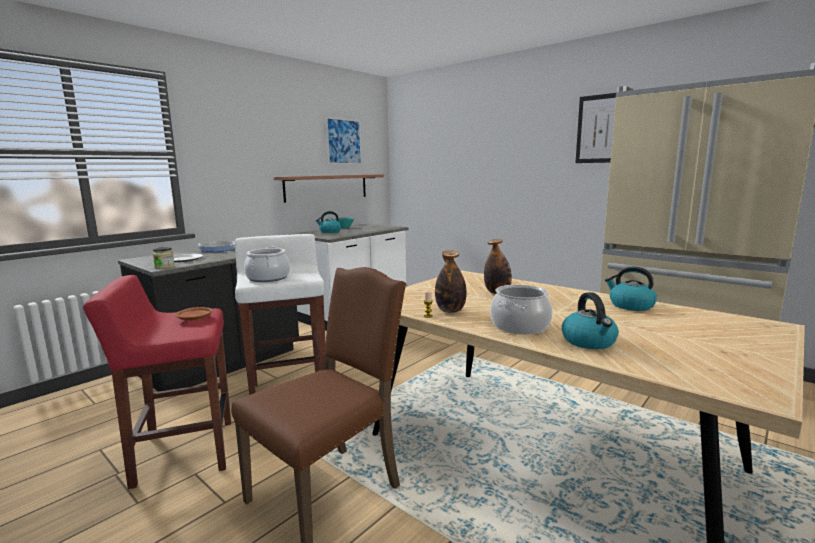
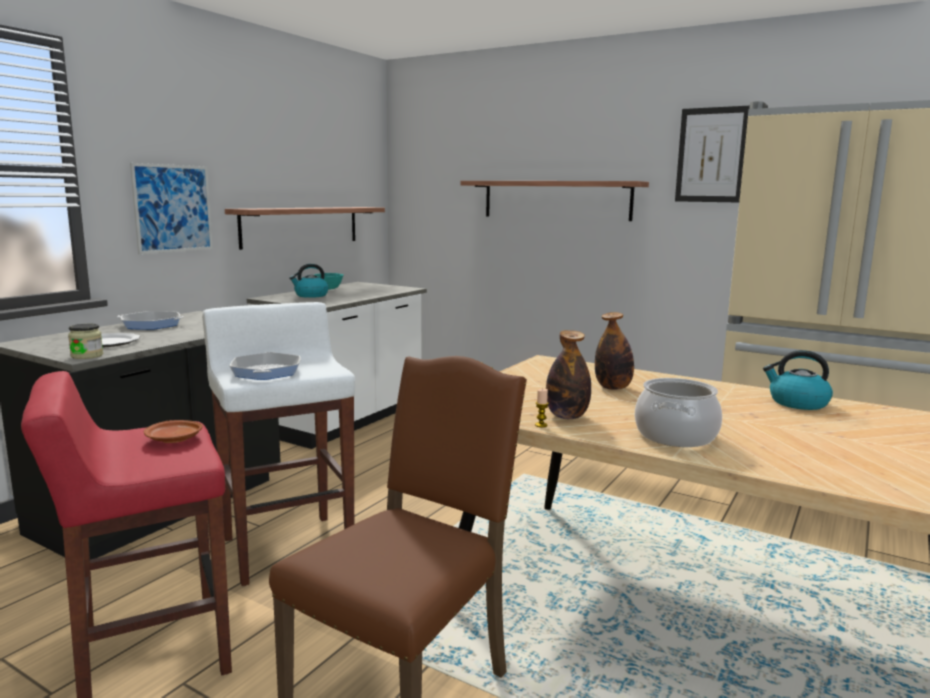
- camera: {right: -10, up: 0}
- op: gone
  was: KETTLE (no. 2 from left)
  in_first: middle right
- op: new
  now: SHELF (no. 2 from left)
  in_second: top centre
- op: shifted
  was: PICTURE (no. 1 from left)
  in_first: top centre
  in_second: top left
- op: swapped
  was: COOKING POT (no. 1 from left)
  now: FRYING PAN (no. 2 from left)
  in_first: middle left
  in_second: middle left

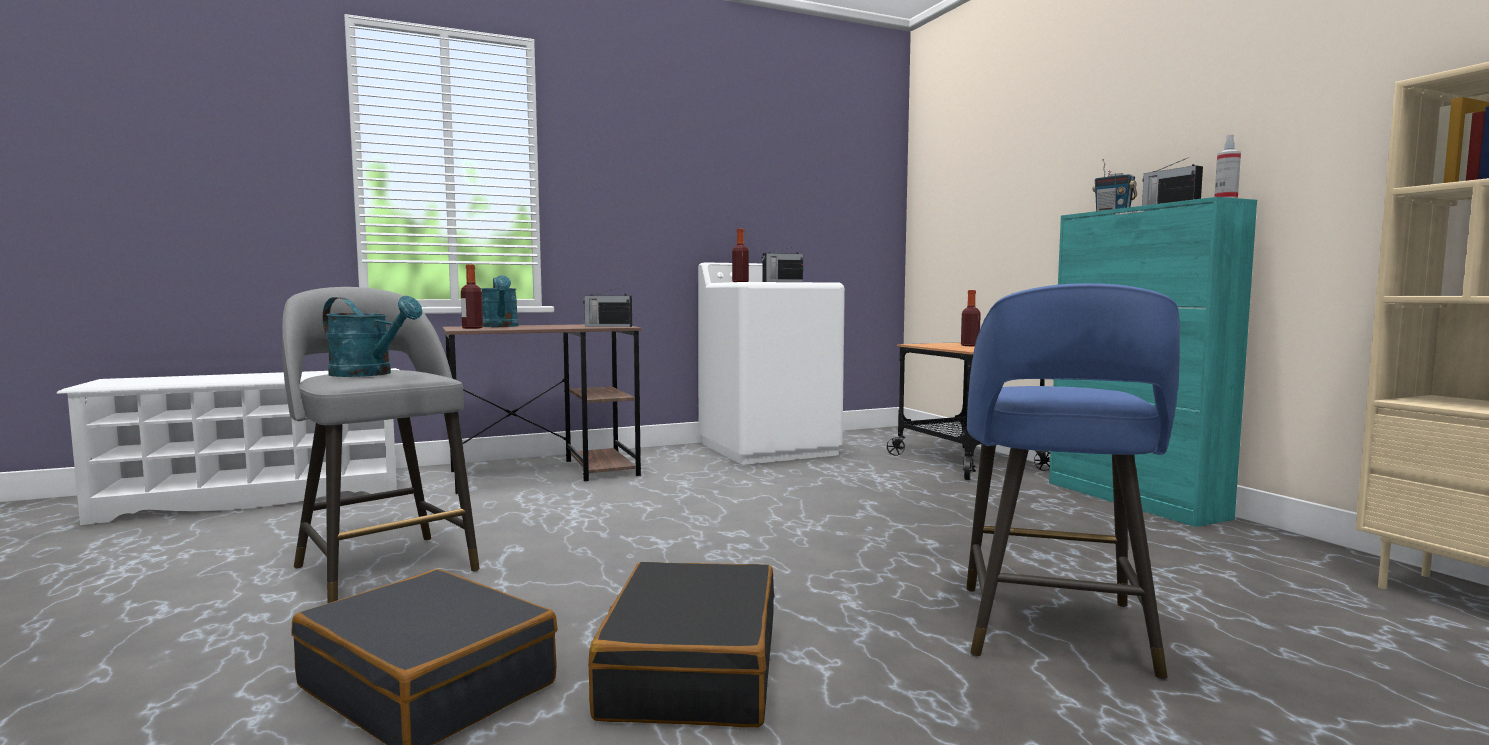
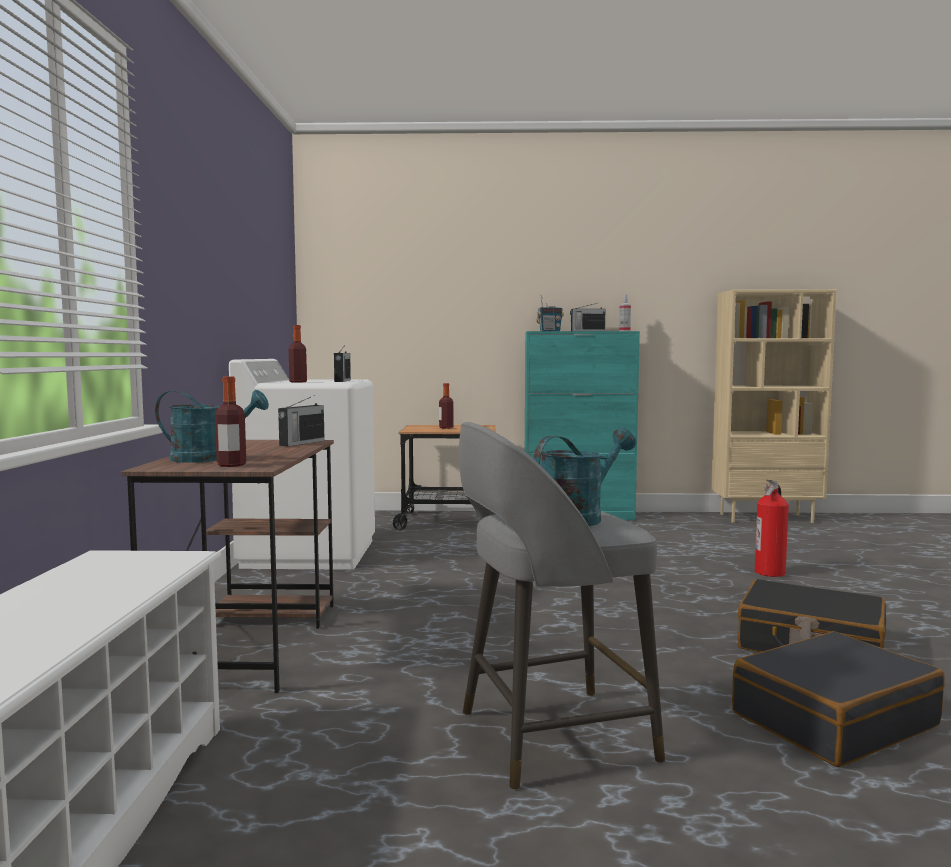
- camera: {right: -65, up: 0}
- op: swapped
  was: BLUE STOOL
  now: FIRE EXTINGUISHER
  in_first: middle right
  in_second: middle right

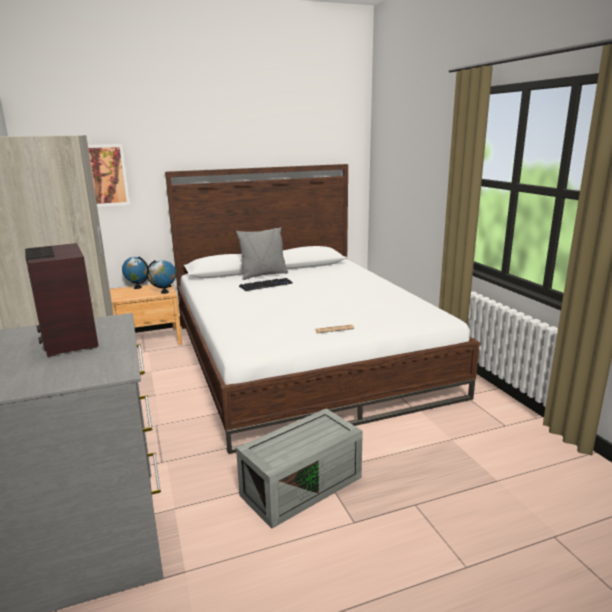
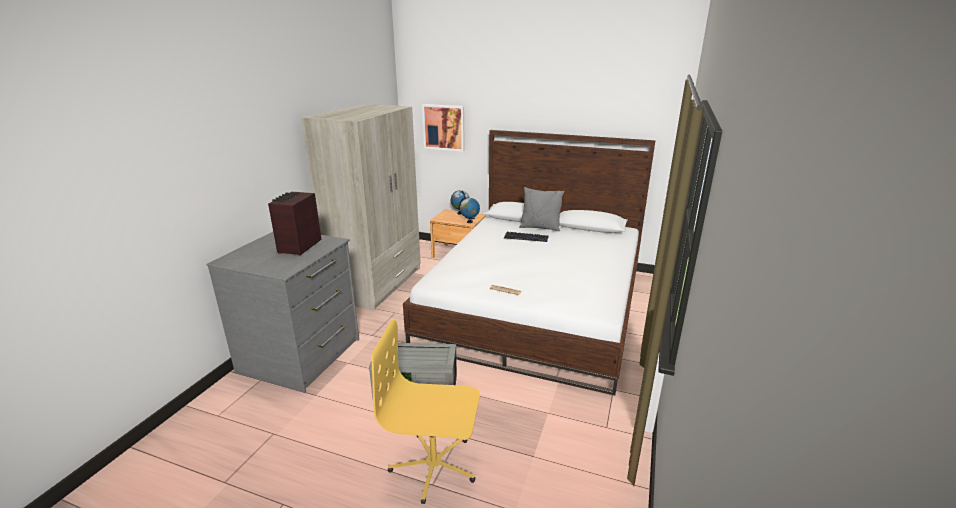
- camera: {right: 40, up: 5}
- op: new
  now: YELLOW OFFICE CHAIR
  in_second: bottom centre

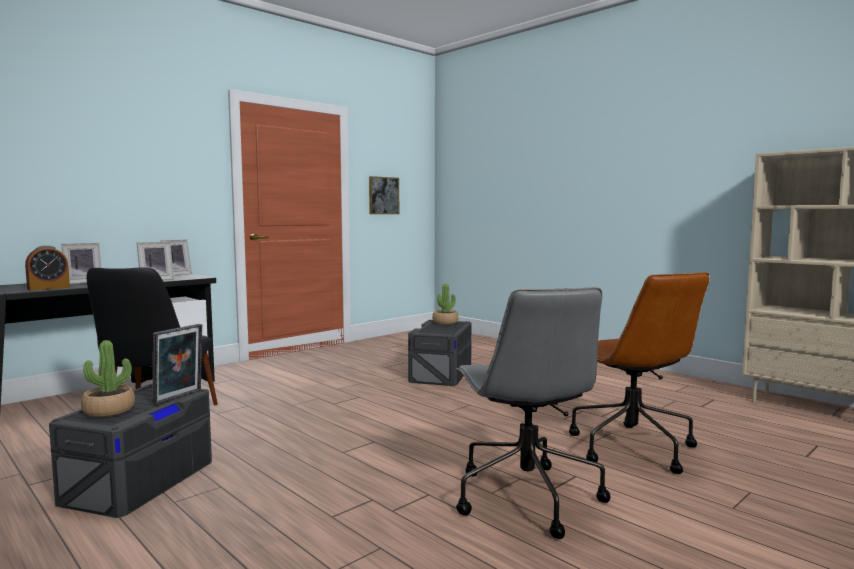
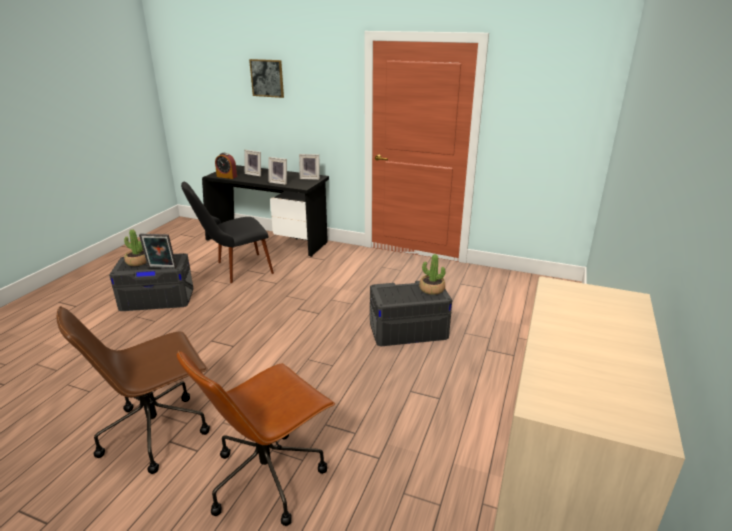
- camera: {right: 65, up: 20}
- op: shifted
  was: PICTURE
  in_first: centre
  in_second: top centre
- op: repainted
  was: GREY OFFICE CHAIR
  now: BROWN OFFICE CHAIR (no. 1 from left)
  in_first: bottom centre
  in_second: bottom left

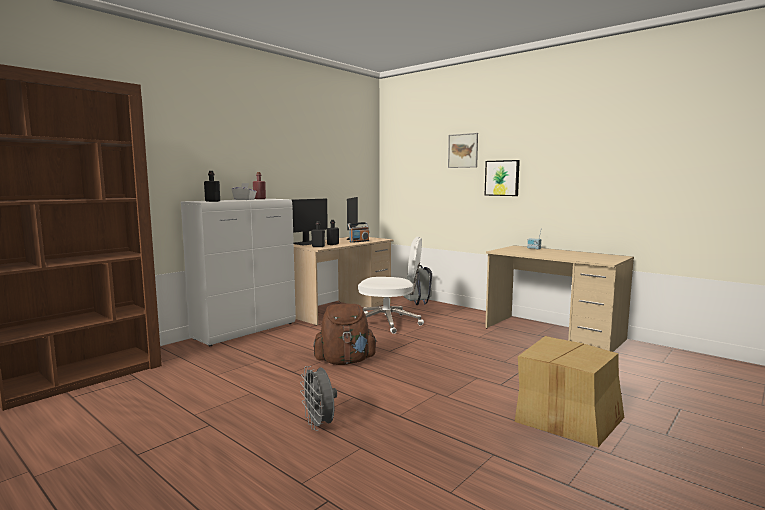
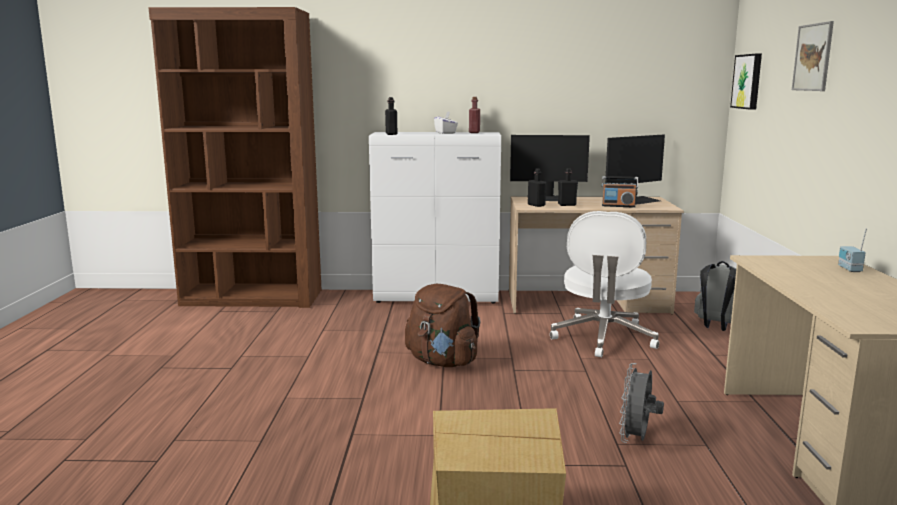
- camera: {right: 50, up: 5}
- op: shifted
  was: GREY FAN
  in_first: bottom centre
  in_second: bottom right
- op: shifted
  was: PICTURE (no. 2 from left in the first image)
  now: PICTURE (no. 1 from left)
  in_first: centre
  in_second: top right
- op: rotated
  was: WHITE OFFICE CHAIR
  in_first: centre
  in_second: middle right
  clockwise: 45

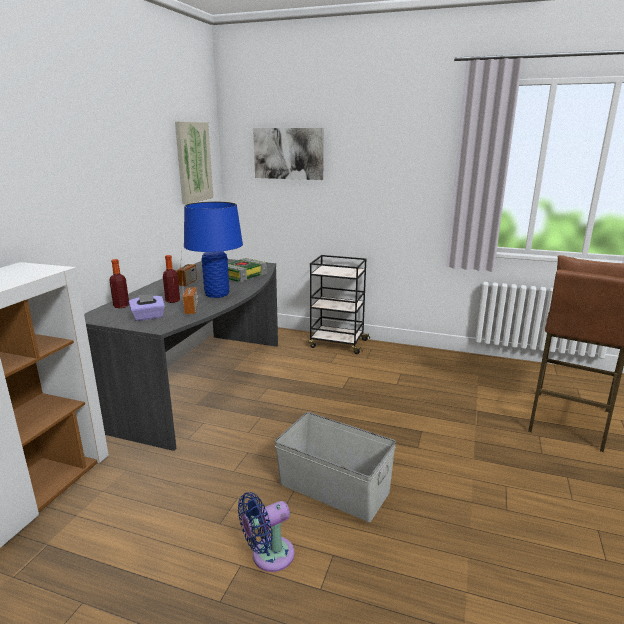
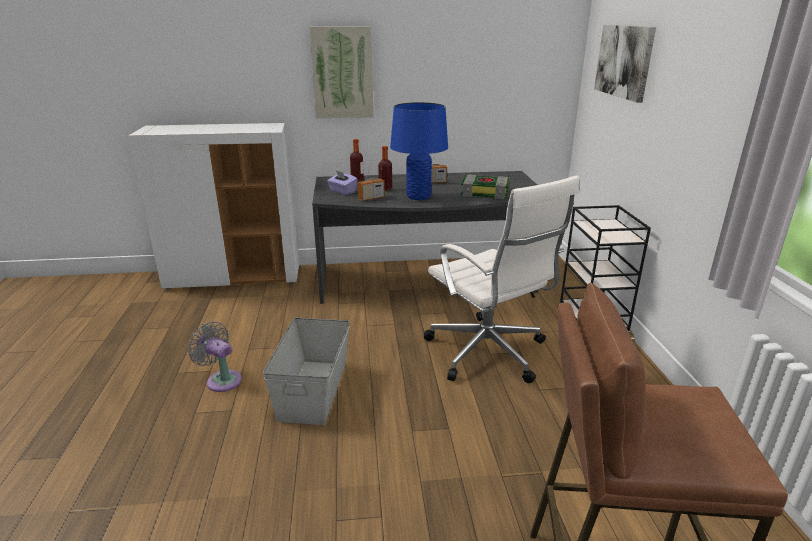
- camera: {right: 65, up: 5}
- op: new
  now: WHITE OFFICE CHAIR
  in_second: centre
- op: shifted
  was: PICTURE (no. 1 from left)
  in_first: top left
  in_second: top centre
- op: repainted
  was: BLUE FAN
  now: GREY FAN
  in_first: bottom centre
  in_second: middle left

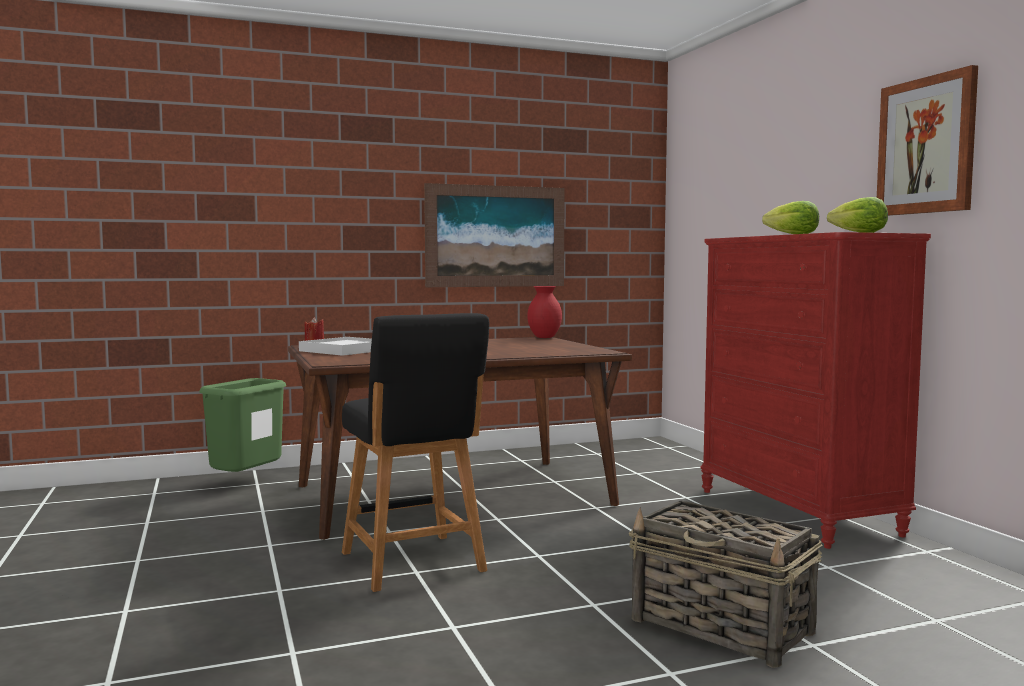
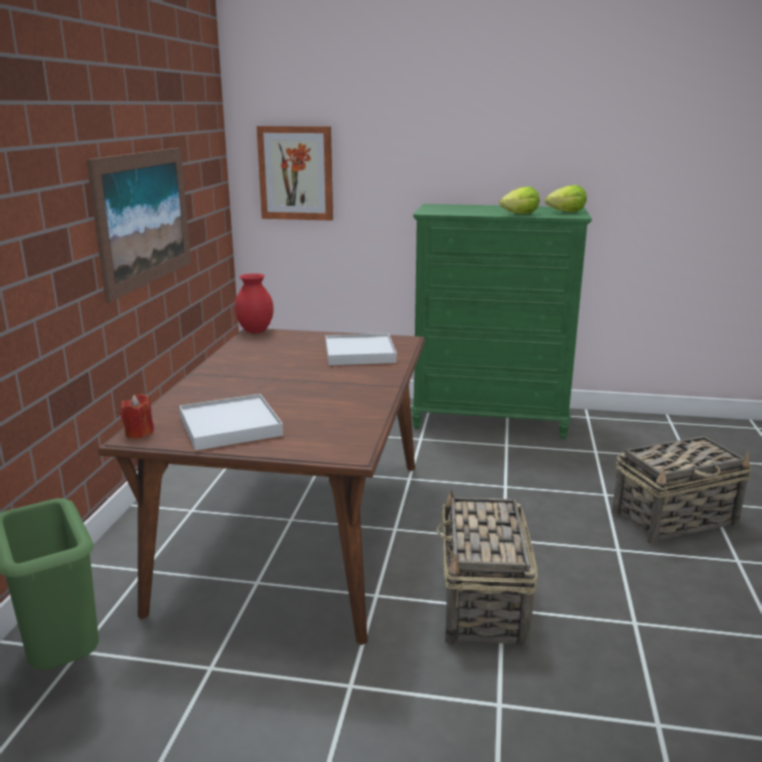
- camera: {right: -60, up: 15}
- op: new
  now: WHITE TRAY (no. 2 from left)
  in_second: centre
- op: shifted
  was: PICTURE (no. 2 from left)
  in_first: top right
  in_second: top centre
- op: swapped
  was: BLACK STOOL
  now: BASKET (no. 1 from left)
  in_first: centre
  in_second: bottom centre
- op: repainted
  was: RED DRESSER
  now: GREEN DRESSER
  in_first: middle right
  in_second: centre

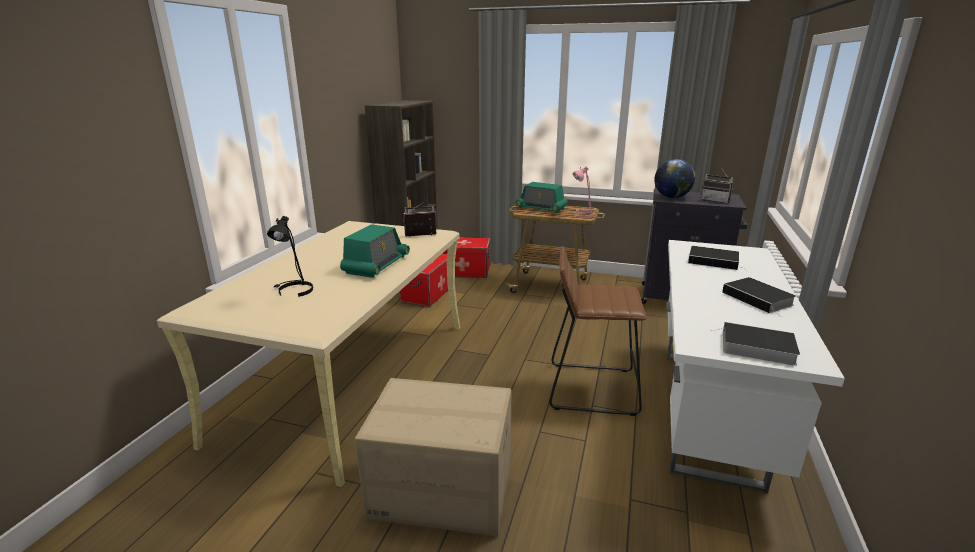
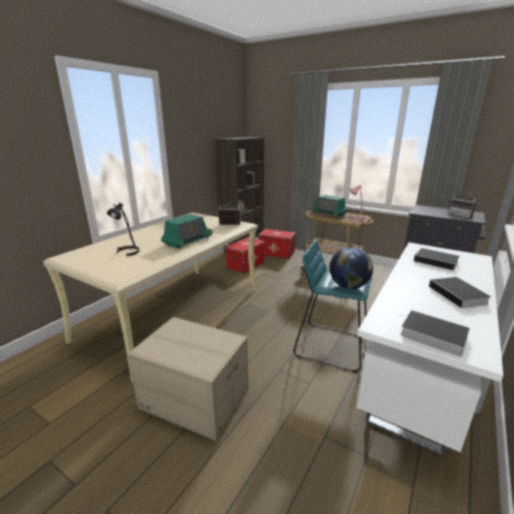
- camera: {right: 15, up: 0}
- op: shifted
  was: GLOBE
  in_first: top right
  in_second: middle right
- op: repainted
  was: BROWN STOOL
  now: TURQUOISE STOOL
  in_first: centre
  in_second: centre

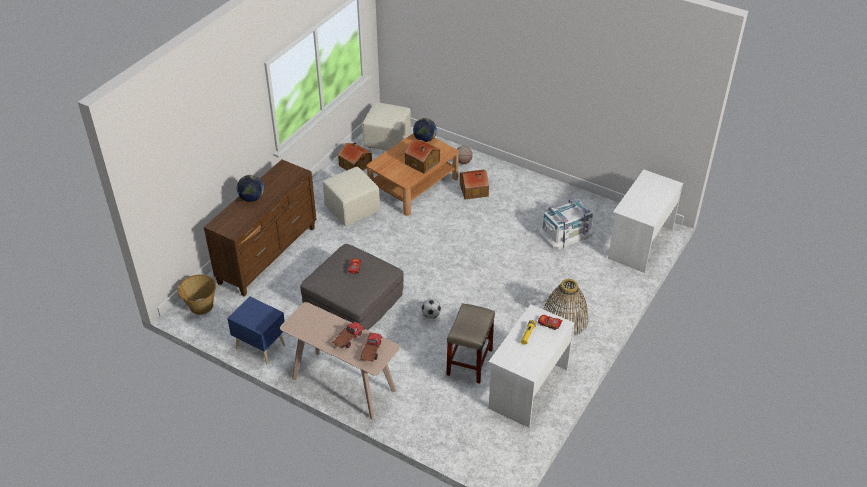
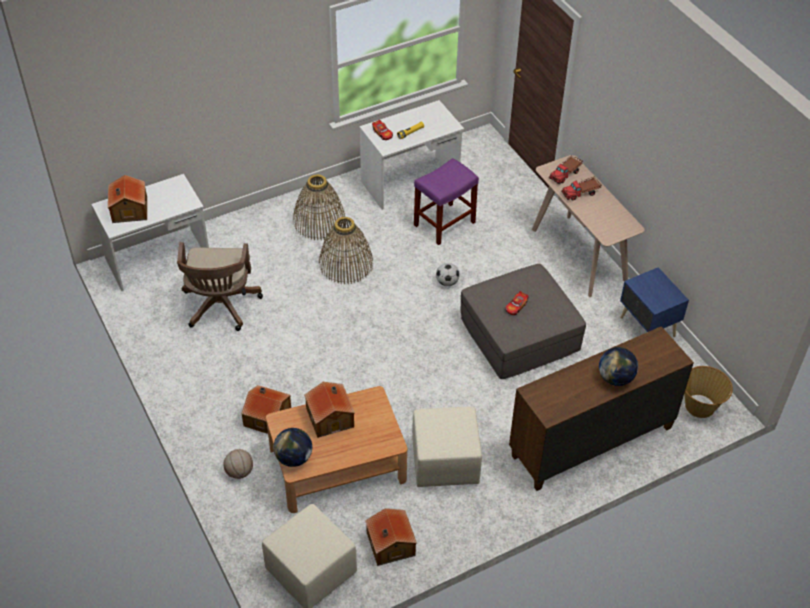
- camera: {right: -150, up: 5}
- op: new
  now: TOY HOUSE (no. 1 from left)
  in_second: top left
- op: new
  now: BASKET (no. 2 from left)
  in_second: centre
- op: swapped
  was: WHITE STORAGE BOX
  now: BROWN OFFICE CHAIR
  in_first: centre
  in_second: middle left
- op: repainted
  was: BEIGE STOOL
  now: PURPLE STOOL
  in_first: bottom centre
  in_second: top centre

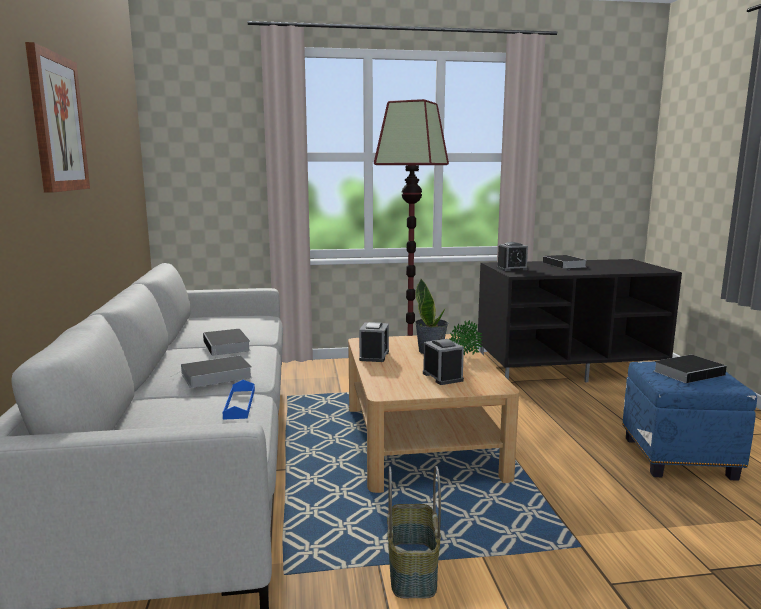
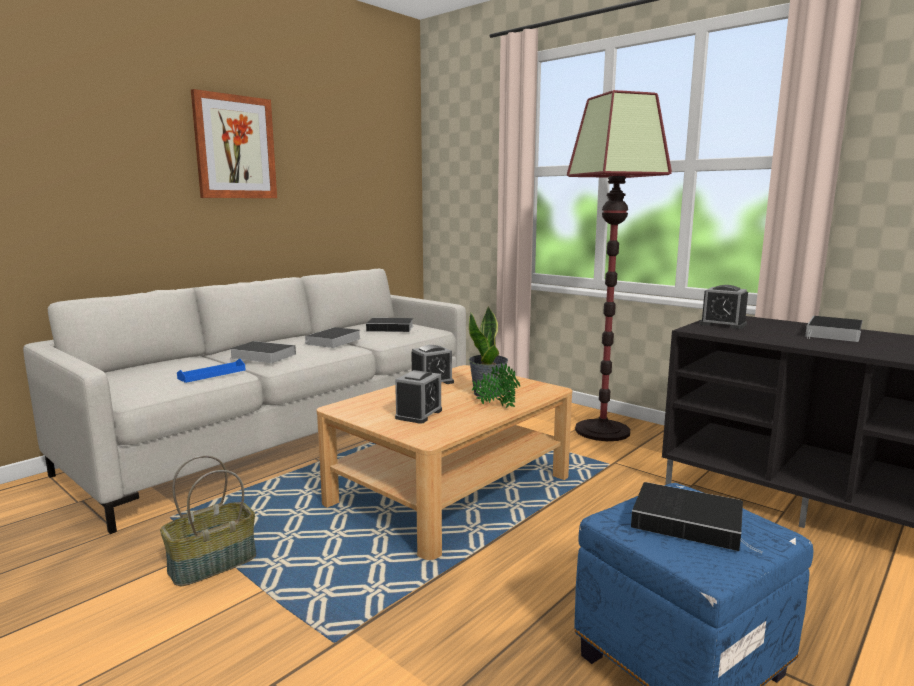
- camera: {right: 50, up: 0}
- op: new
  now: BOOK (no. 3 from left)
  in_second: centre

